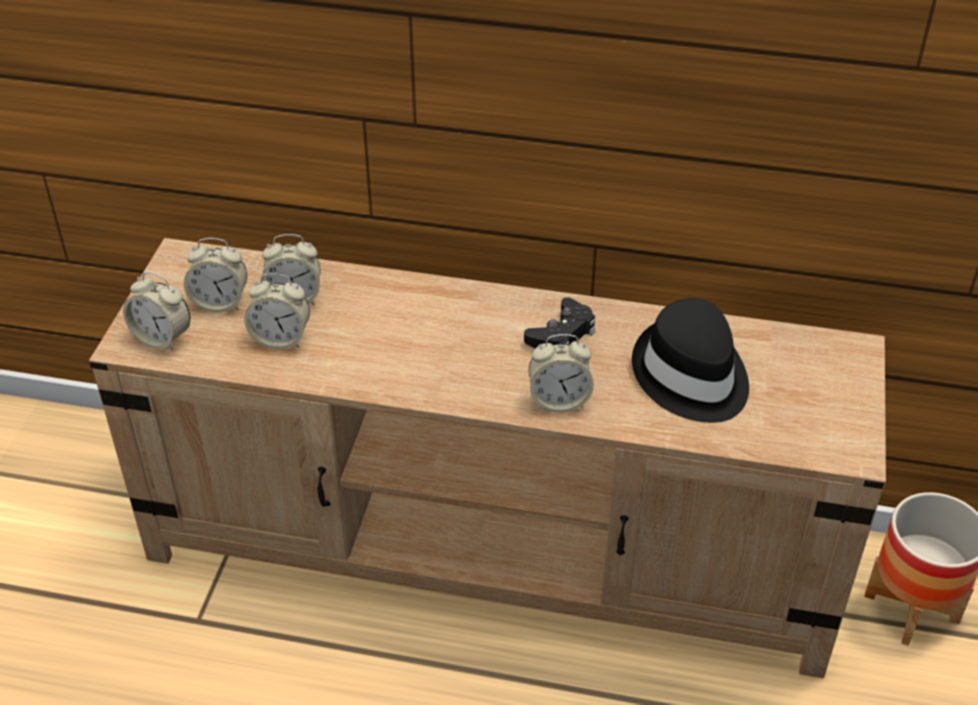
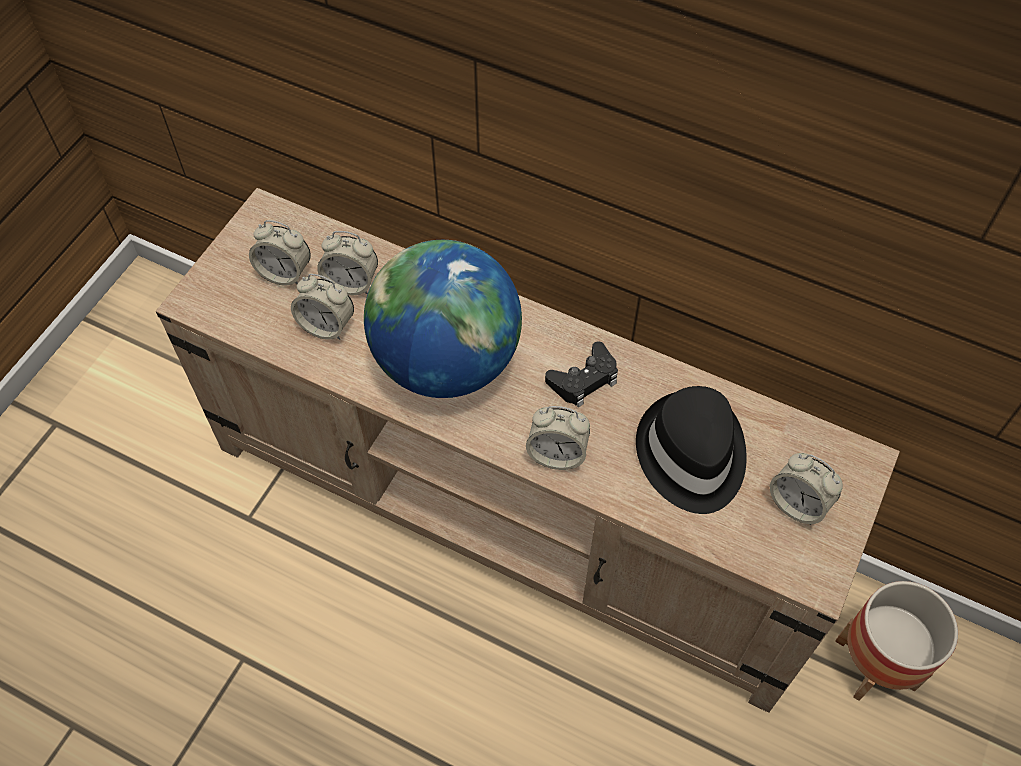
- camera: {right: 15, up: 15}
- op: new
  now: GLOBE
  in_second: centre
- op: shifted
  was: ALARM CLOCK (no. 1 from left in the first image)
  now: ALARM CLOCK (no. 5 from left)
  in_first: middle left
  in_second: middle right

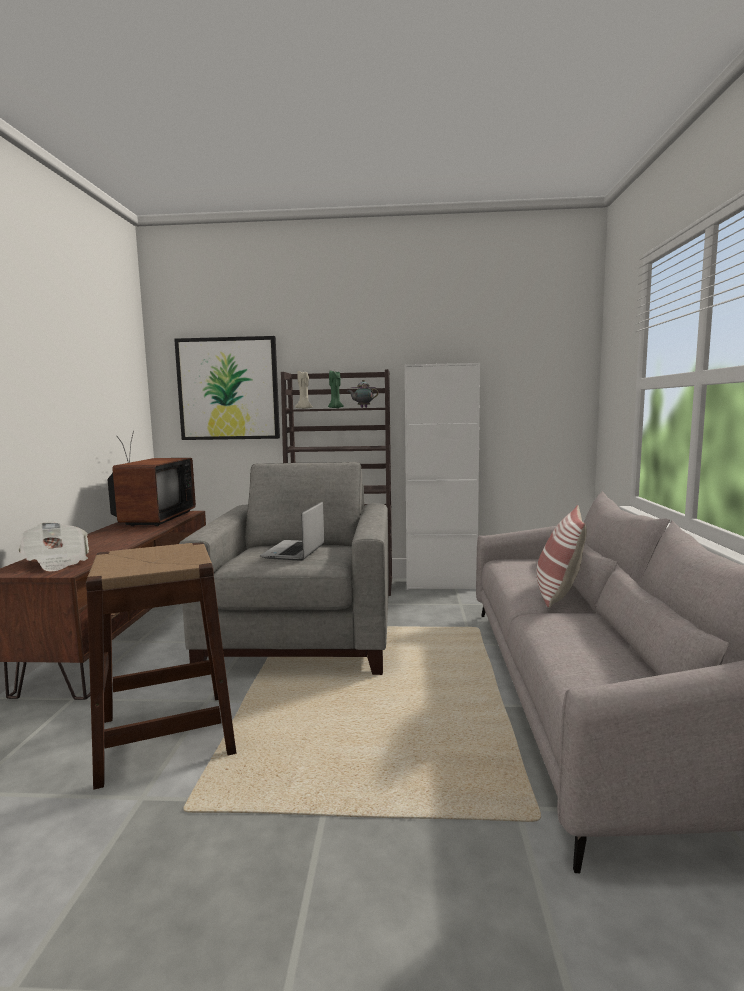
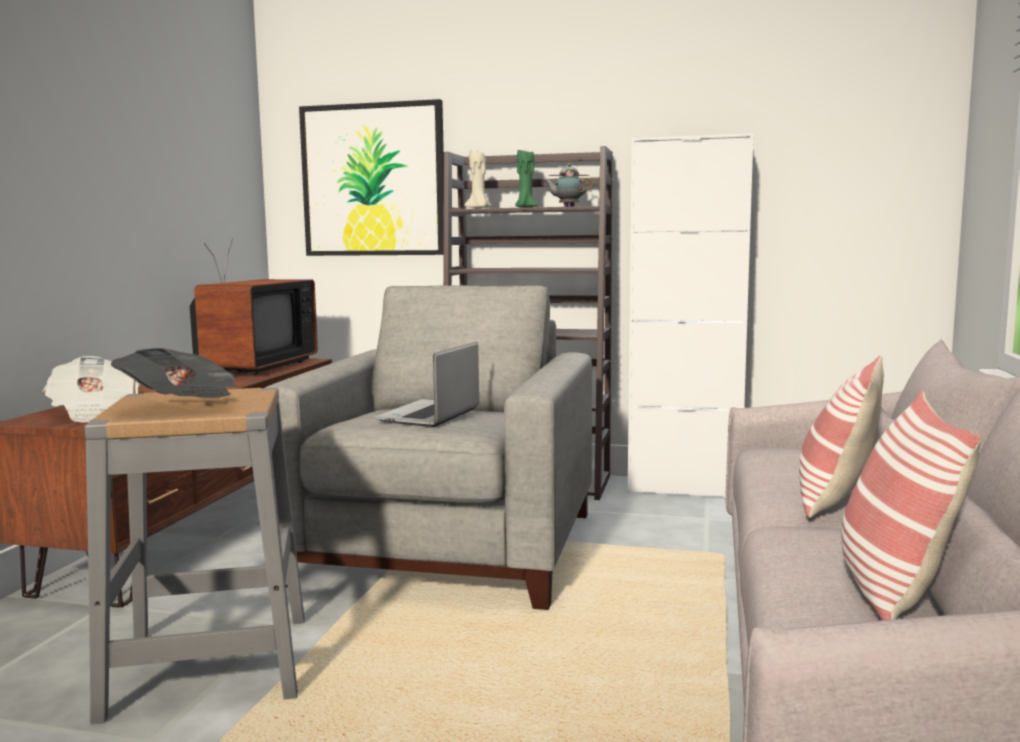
- camera: {right: 10, up: 0}
- op: new
  now: NEWSPAPER (no. 2 from left)
  in_second: middle left
- op: new
  now: PILLOW (no. 2 from left)
  in_second: bottom right
- op: repainted
  was: BROWN STOOL
  now: GREY STOOL
  in_first: bottom left
  in_second: bottom left

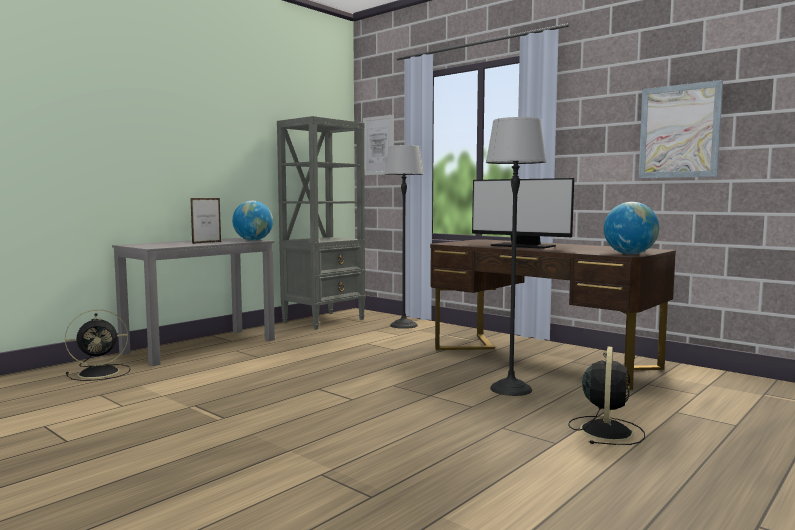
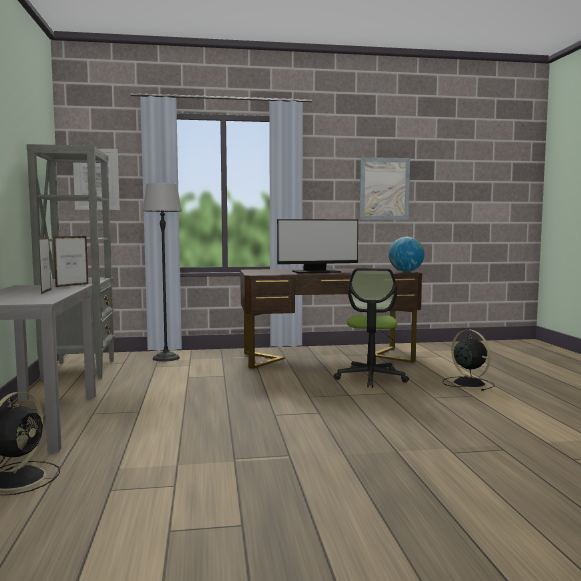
- camera: {right: -50, up: 0}
- op: swapped
  was: GLOBE (no. 1 from left)
  now: PICTURE FRAME (no. 2 from left)
  in_first: middle left
  in_second: middle left
- op: swapped
  was: FLOOR LAMP (no. 2 from left)
  now: OFFICE CHAIR
  in_first: centre
  in_second: centre

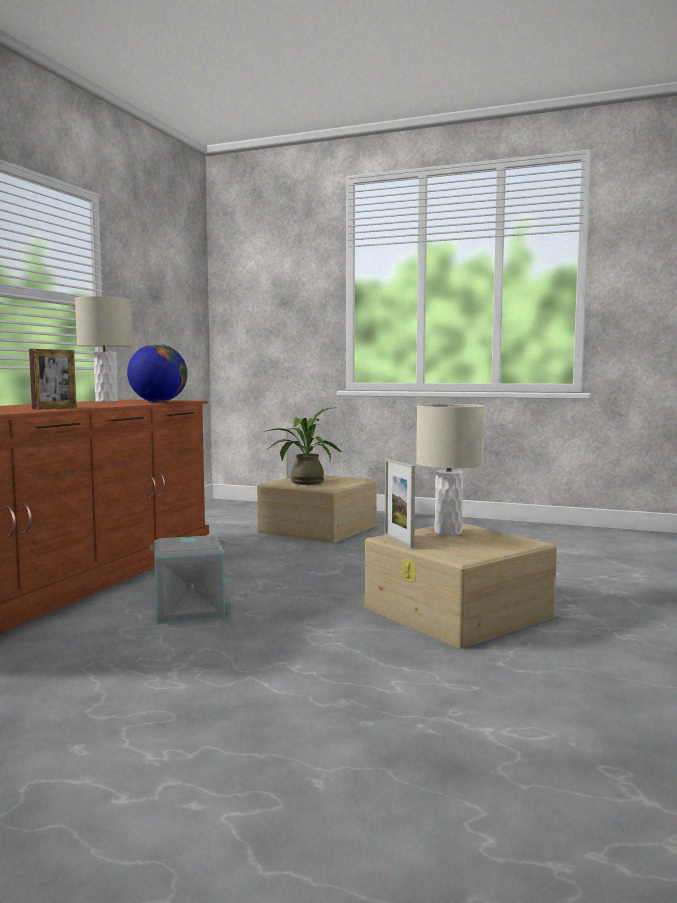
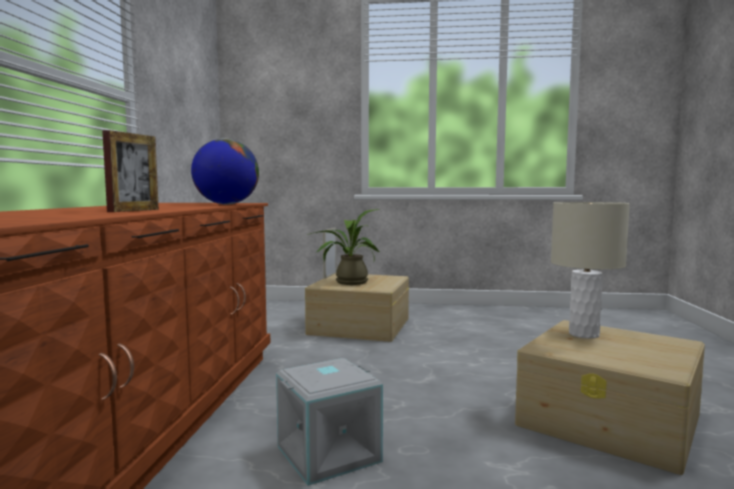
- camera: {right: -15, up: 0}
- op: gone
  was: BEIGE TABLE LAMP (no. 1 from left)
  in_first: middle left
- op: gone
  was: PICTURE FRAME (no. 3 from left)
  in_first: centre

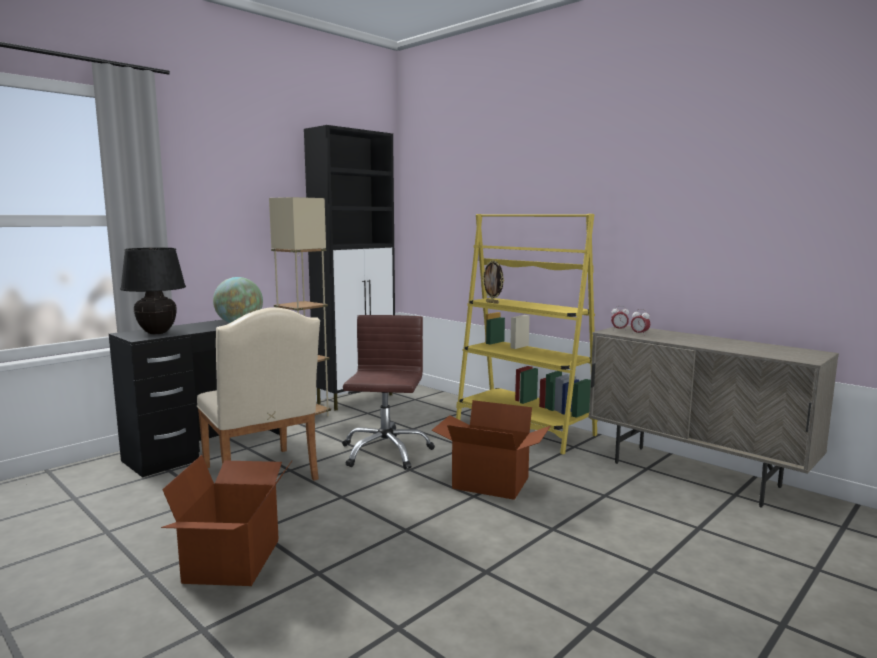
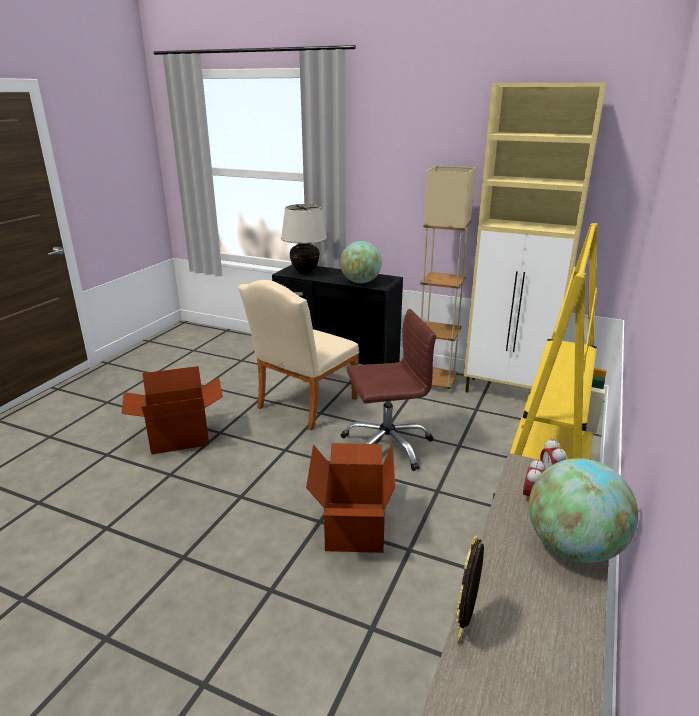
- camera: {right: 70, up: 15}
- op: new
  now: GLOBE (no. 2 from left)
  in_second: bottom right
- op: shifted
  was: PICTURE FRAME
  in_first: centre
  in_second: bottom right
- op: repainted
  was: BLACK TABLE LAMP
  now: BEIGE TABLE LAMP
  in_first: middle left
  in_second: centre
- op: repainted
  was: BLACK CABINET
  now: BEIGE CABINET (no. 2 from left)
  in_first: centre
  in_second: top right

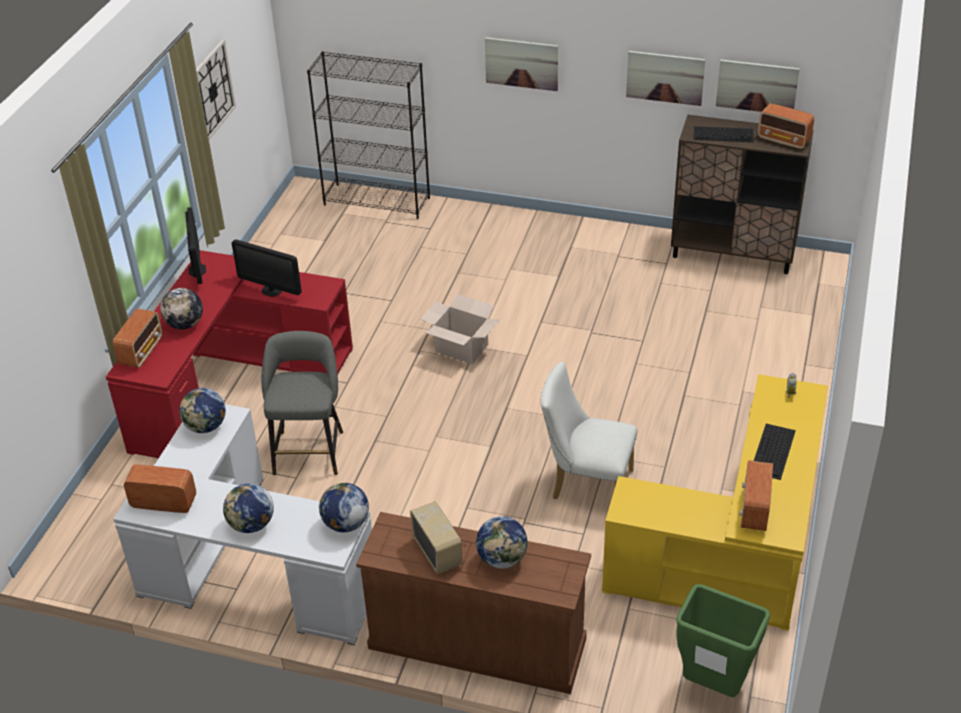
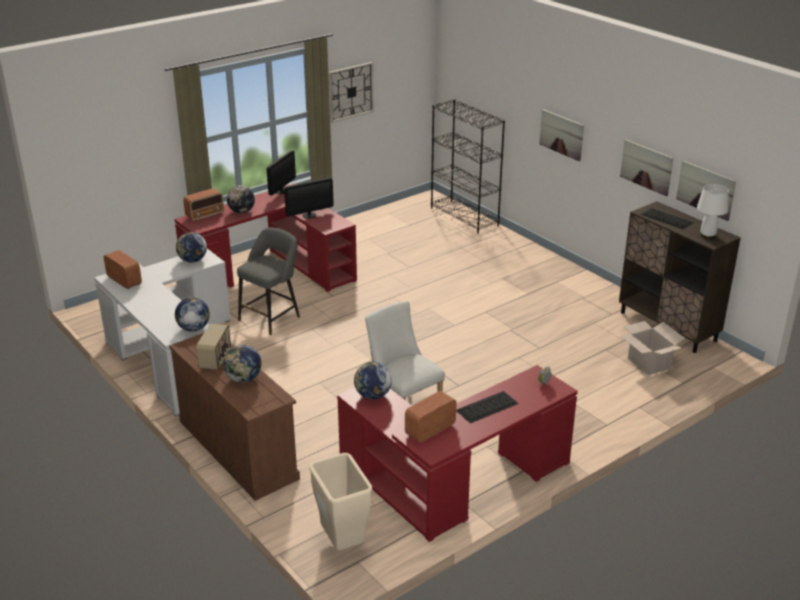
- camera: {right: 35, up: -10}
- op: shifted
  was: GLOBE (no. 3 from left in the first image)
  now: GLOBE (no. 5 from left)
  in_first: bottom left
  in_second: centre
- op: shifted
  was: CARDBOARD BOX
  in_first: centre
  in_second: middle right
- op: swapped
  was: RADIO (no. 5 from left)
  now: WHITE TABLE LAMP
  in_first: top right
  in_second: middle right
- op: repainted
  was: YELLOW DESK
  now: RED DESK (no. 2 from left)
  in_first: bottom right
  in_second: bottom centre
- op: repainted
  was: GREEN TRASH CAN
  now: BEIGE TRASH CAN
  in_first: bottom right
  in_second: bottom centre
- op: rotated
  was: MONITOR (no. 2 from left)
  in_first: middle left
  in_second: top centre
  clockwise: -90

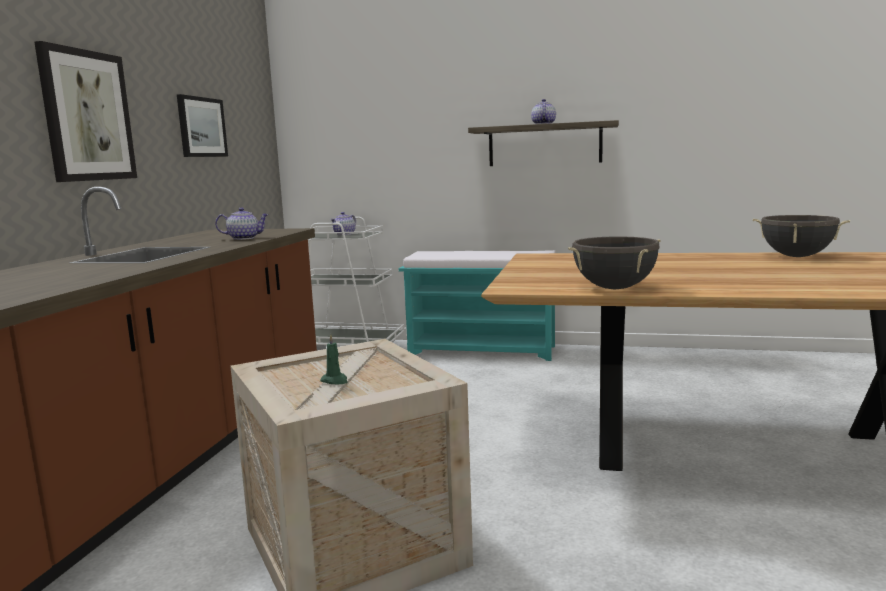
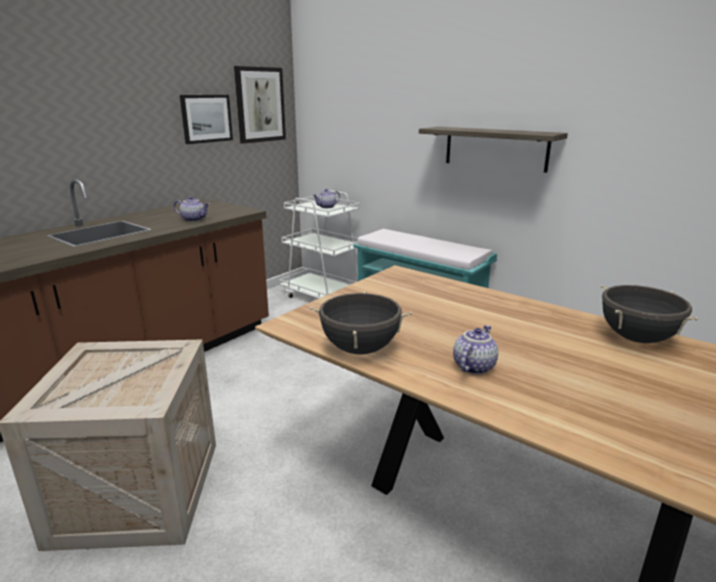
- camera: {right: 25, up: 10}
- op: gone
  was: GREEN CANDLE
  in_first: centre
- op: shifted
  was: PICTURE (no. 1 from left in the first image)
  now: PICTURE (no. 2 from left)
  in_first: top left
  in_second: top centre
- op: shifted
  was: TEAPOT (no. 3 from left)
  in_first: top centre
  in_second: centre

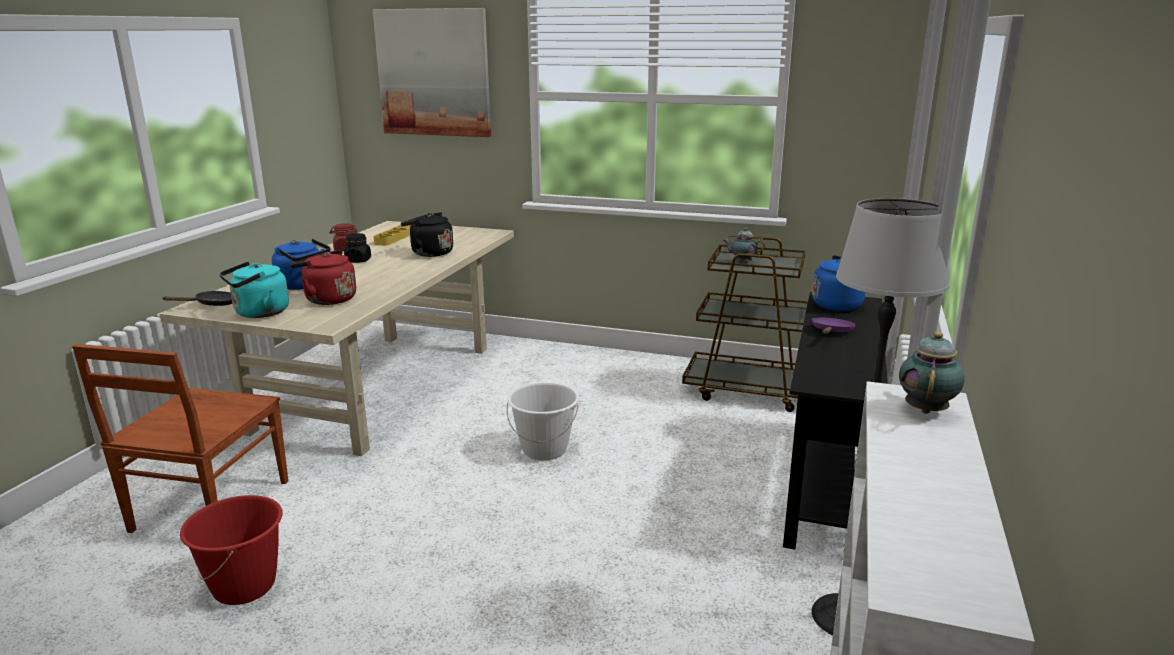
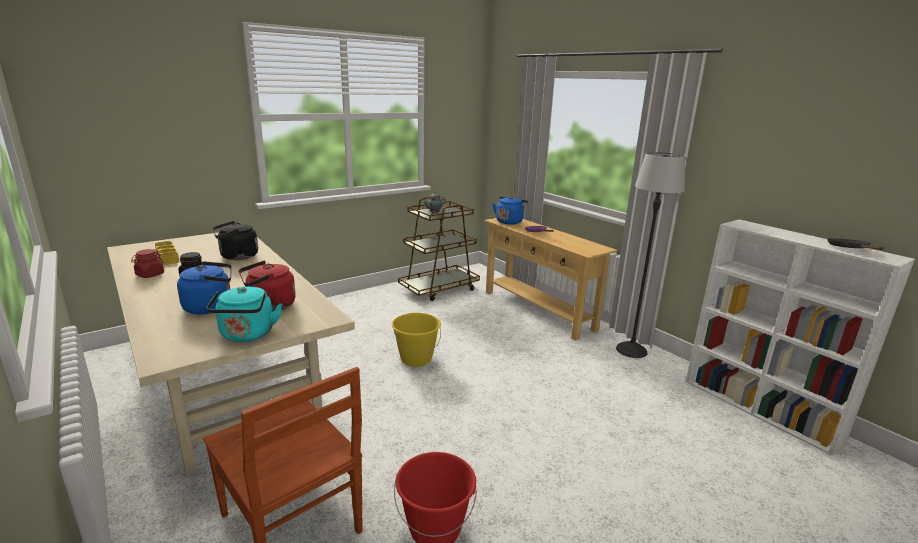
- camera: {right: -55, up: 0}
- op: gone
  was: PICTURE
  in_first: top centre
- op: gone
  was: TEAPOT (no. 2 from left)
  in_first: middle right
- op: shifted
  was: BLACK FRYING PAN
  in_first: middle left
  in_second: middle right
- op: repainted
  was: WHITE BUCKET
  now: YELLOW BUCKET
  in_first: centre
  in_second: centre
- op: repainted
  was: BLACK CONSOLE TABLE
  now: BEIGE CONSOLE TABLE
  in_first: middle right
  in_second: centre

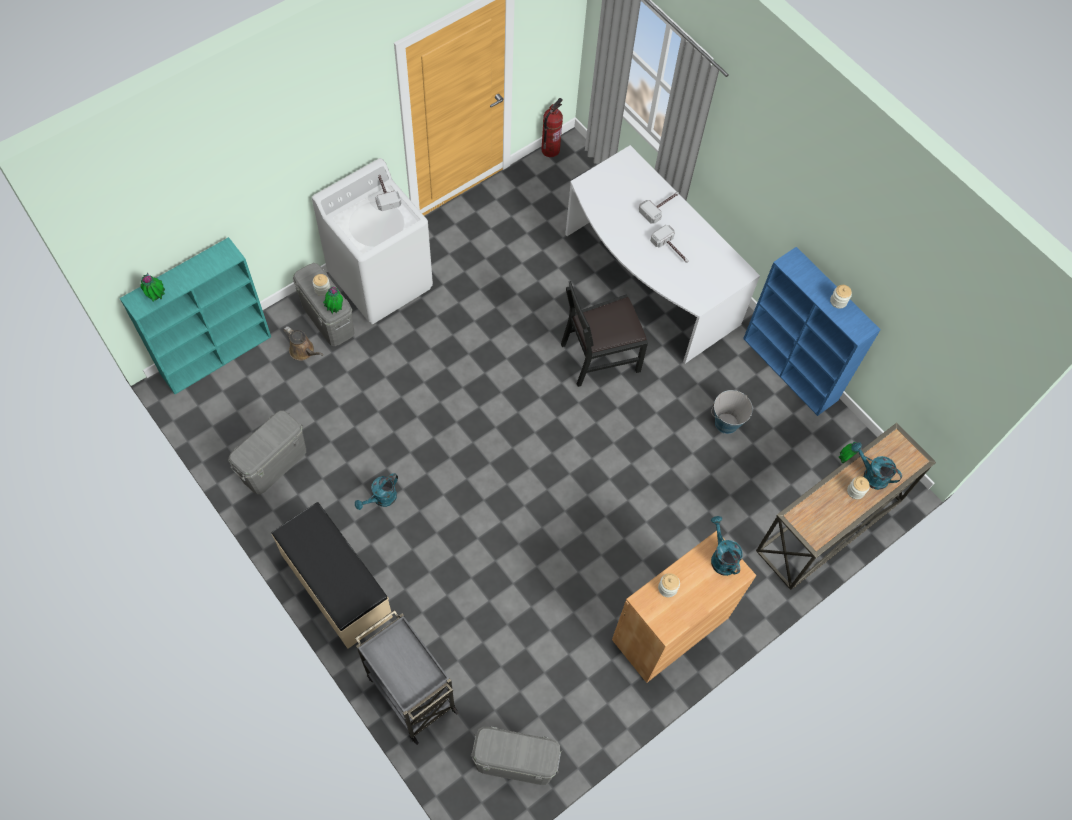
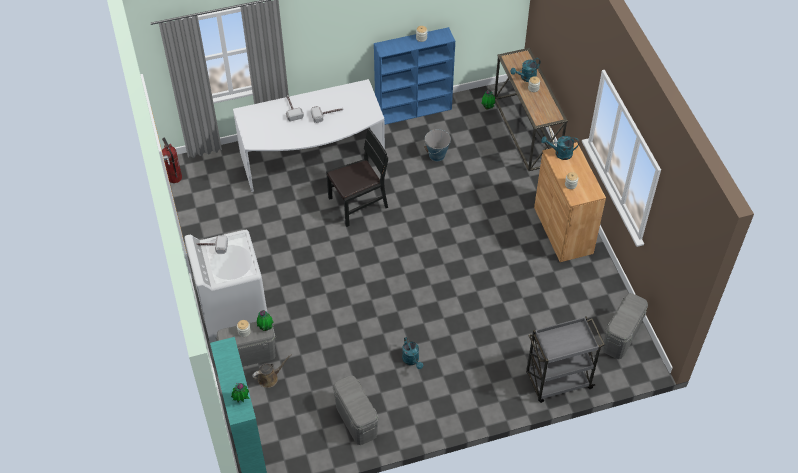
- camera: {right: -65, up: -10}
- op: gone
  was: BEIGE BENCH
  in_first: bottom left
- op: rotated
  was: BLACK CHAIR
  in_first: centre
  in_second: centre
  clockwise: -120

